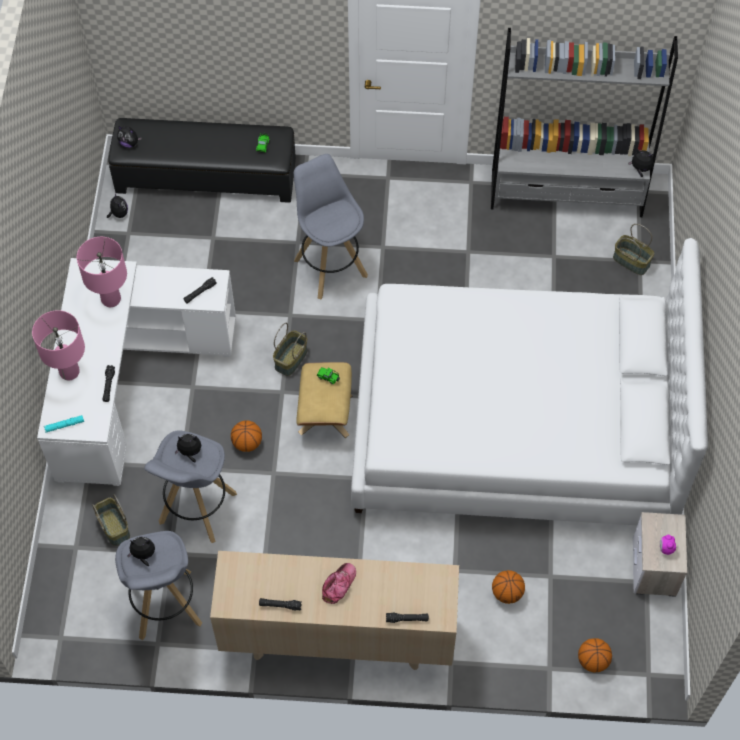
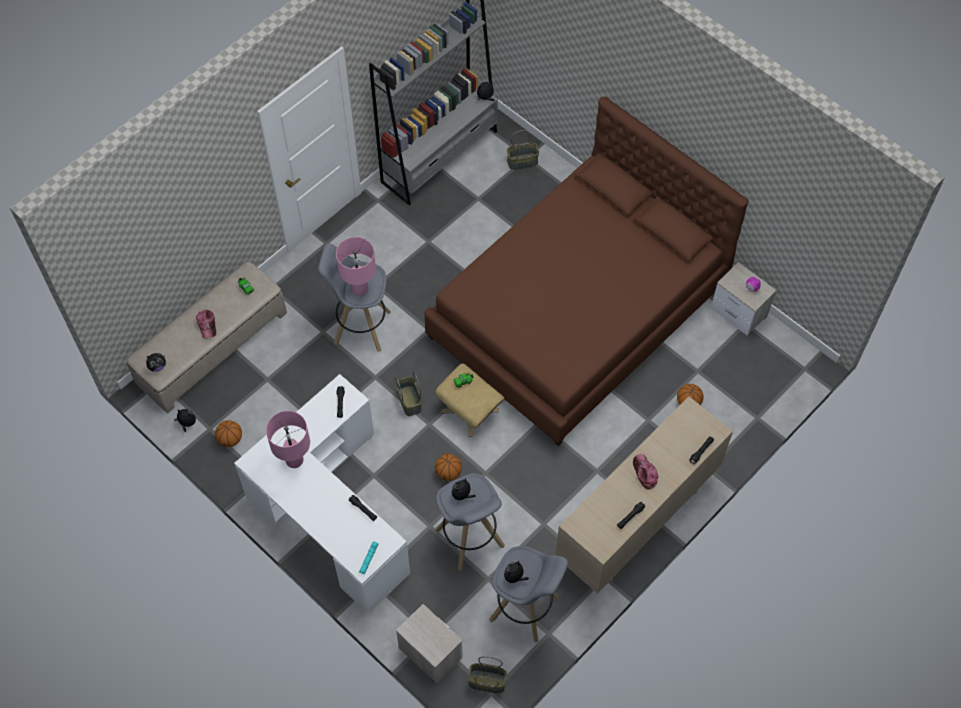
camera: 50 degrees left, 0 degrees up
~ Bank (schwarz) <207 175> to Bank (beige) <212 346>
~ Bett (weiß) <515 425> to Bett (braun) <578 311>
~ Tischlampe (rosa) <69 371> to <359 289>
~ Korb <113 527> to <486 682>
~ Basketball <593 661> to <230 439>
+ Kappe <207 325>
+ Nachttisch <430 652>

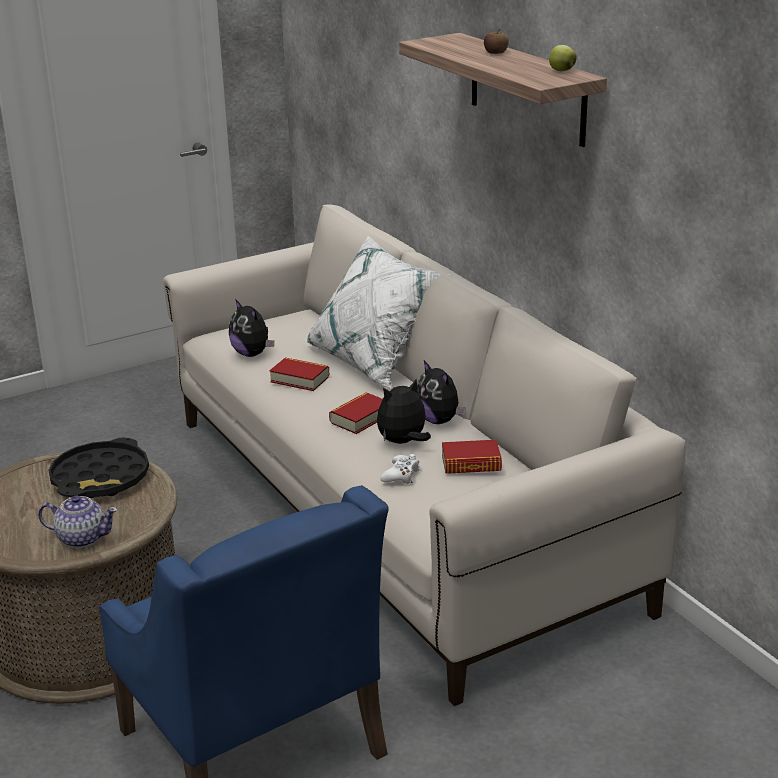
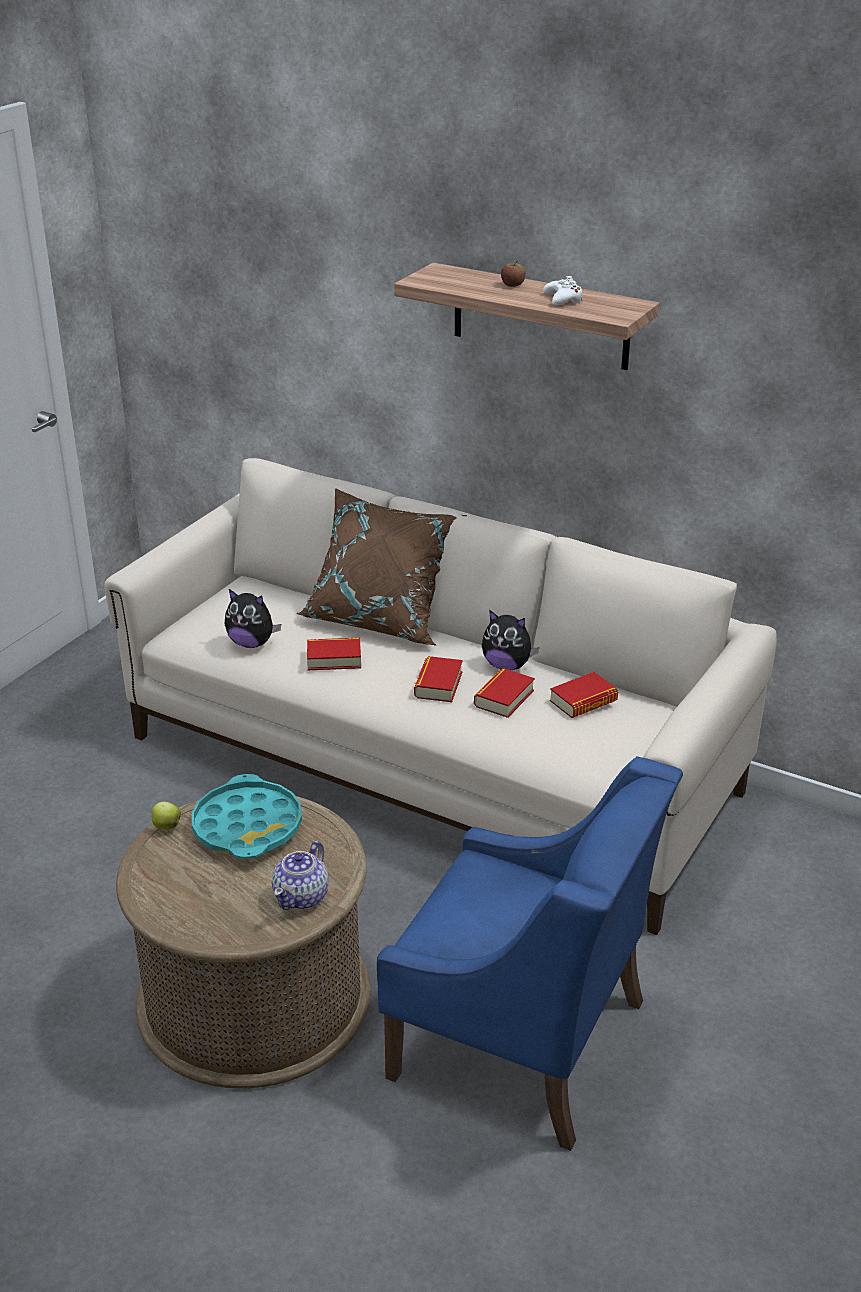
camera: 30 degrees left, 5 degrees up
~ Apfel <561 71> to <166 826>
~ Kissen (weiß) <375 360> to Kissen (braun) <381 618>
~ Plüschtier <403 442> to Buch <504 698>
~ Tablett (schwarz) <100 478> to Tablett (türkis) <248 827>
~ Gamepad (weiß) <401 475> to <563 299>
~ Teekanne <81 538> = <302 896> 135 degrees clockwise

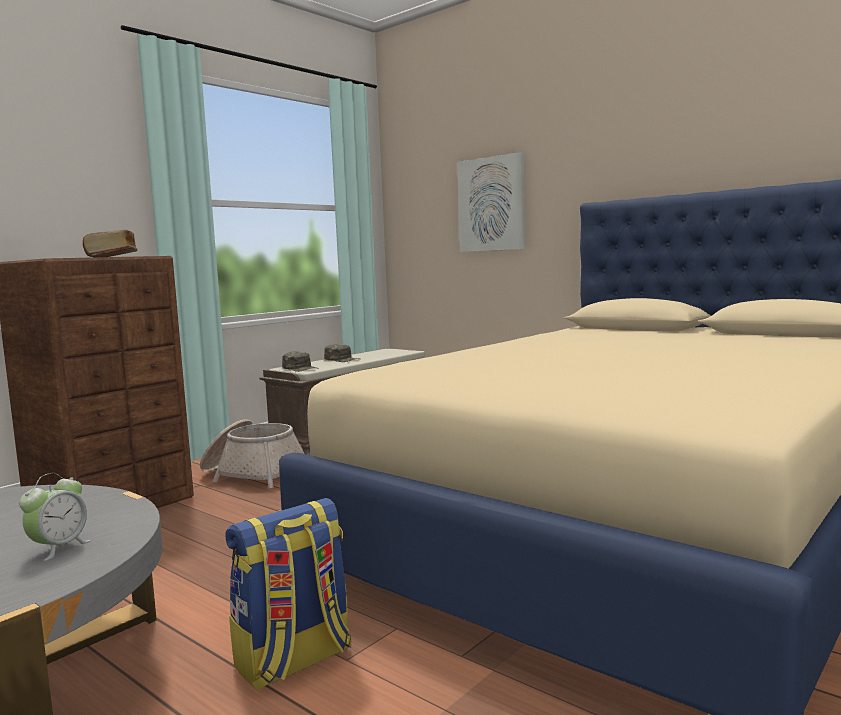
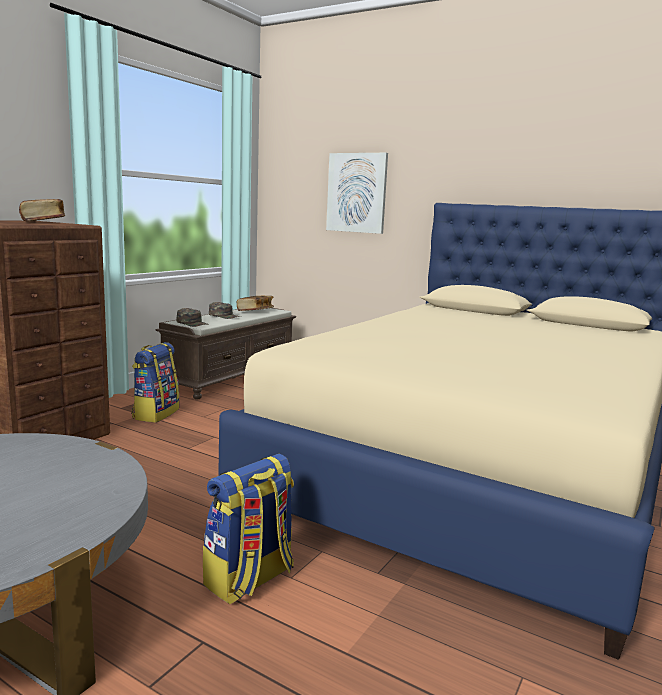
camera: 10 degrees left, 5 degrees up
~ Korb <253 474> to Rucksack <155 413>
- Wecker <59 548>
+ Buch <255 311>

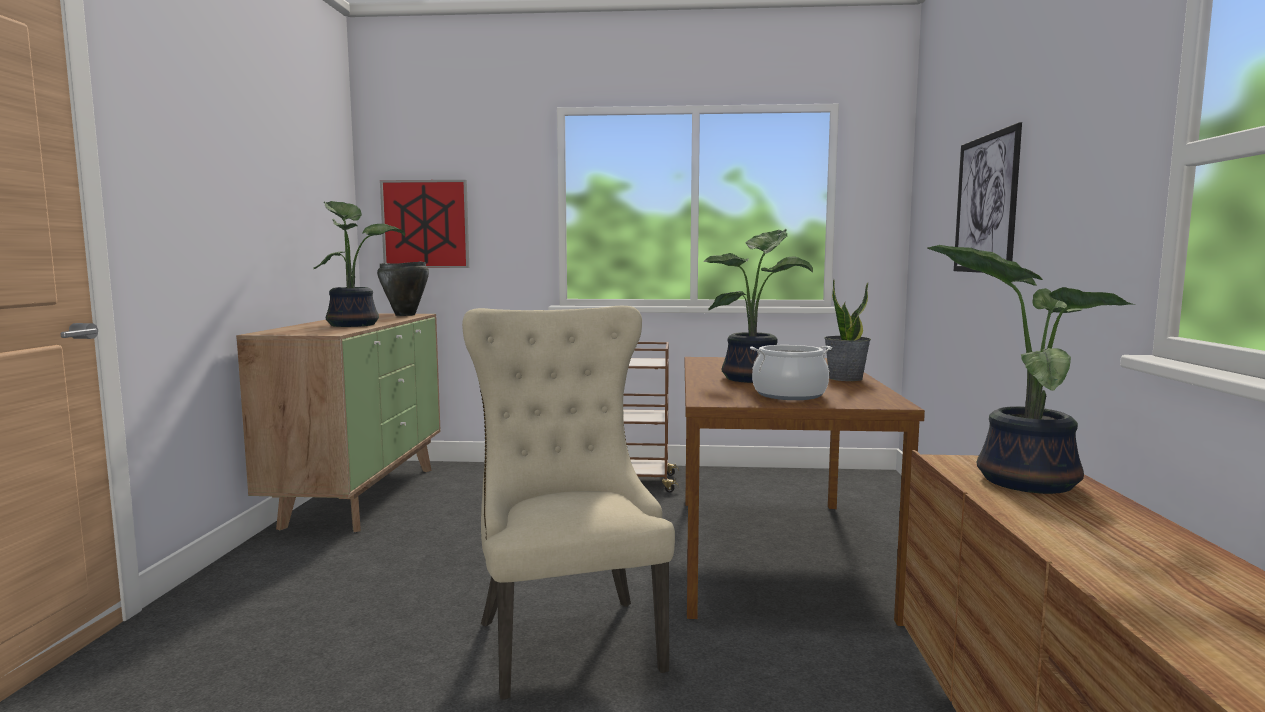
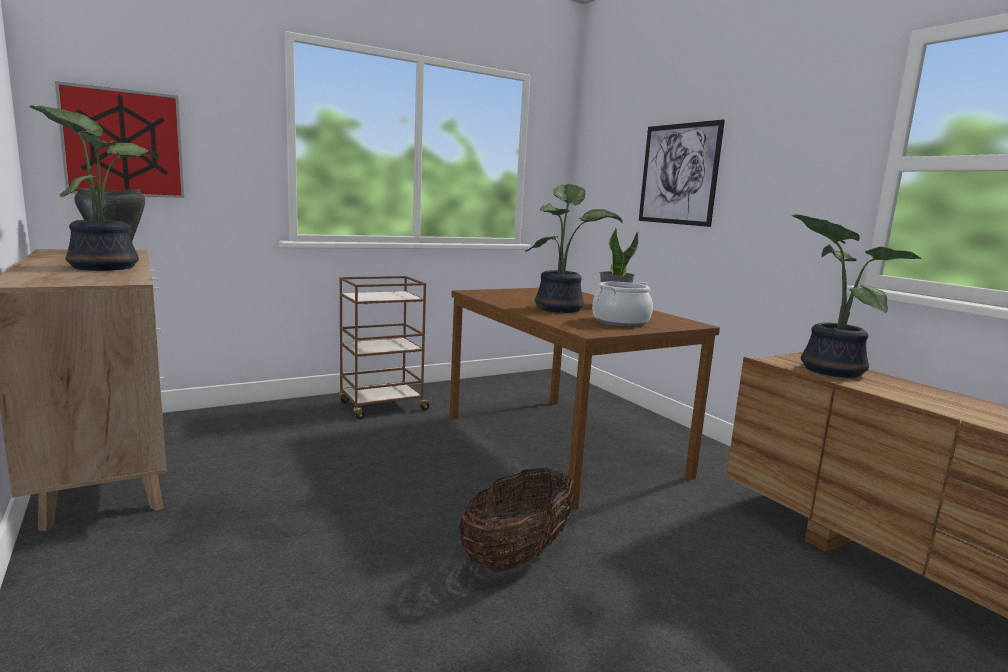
camera: 35 degrees left, 5 degrees up
~ Stuhl (beige) <569 643> to Korb <517 556>

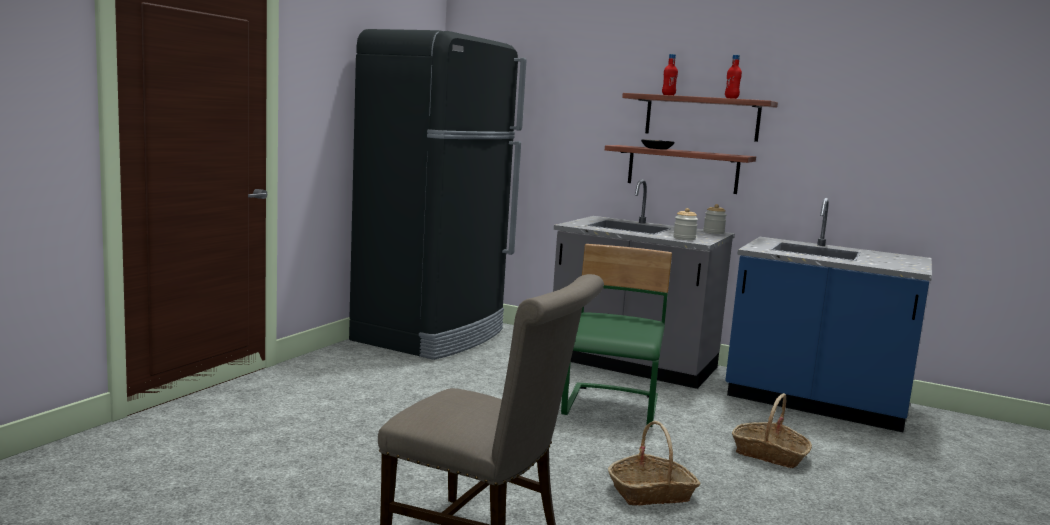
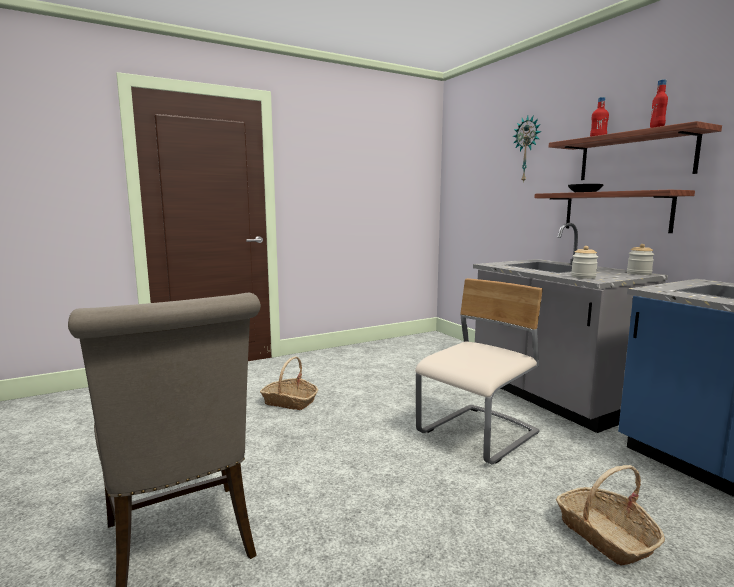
camera: 35 degrees right, 0 degrees up
- Kühlschrank (schwarz) <431 336>
~ Stuhl (grün) <612 408> to Stuhl (beige) <478 435>
~ Korb <652 493> to <290 402>
+ Wanduhr <527 149>

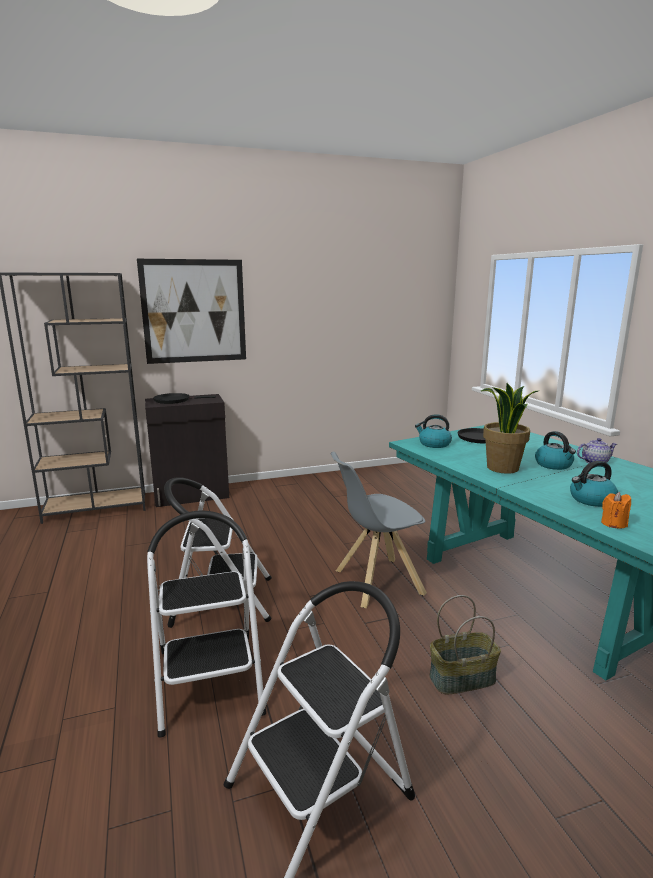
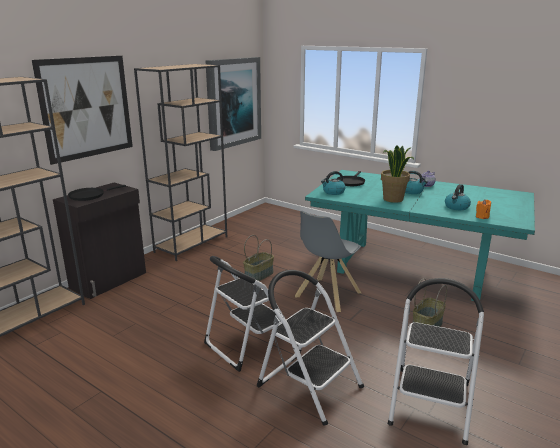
camera: 35 degrees left, 5 degrees up
+ Bild <233 102>
+ Bücherregal <191 244>
+ Korb <258 275>

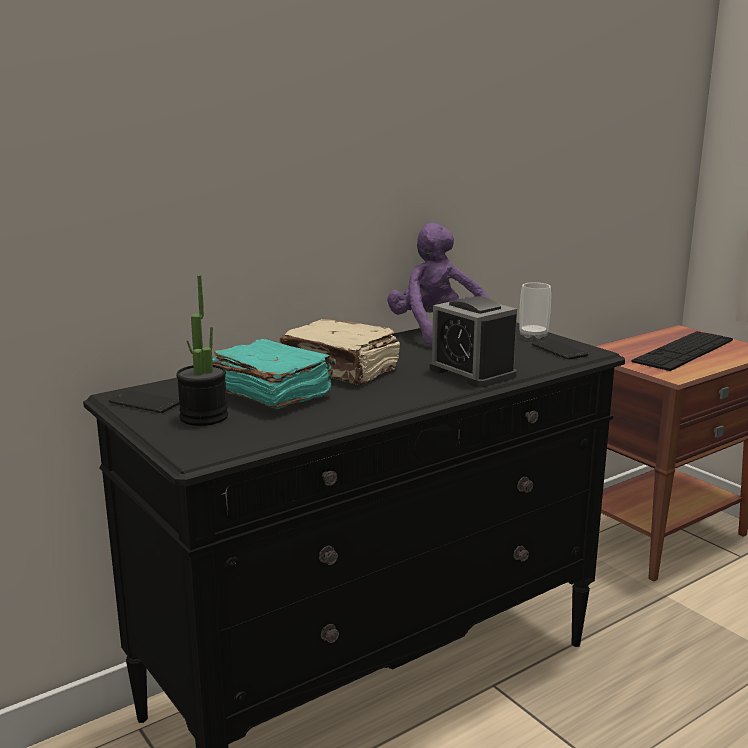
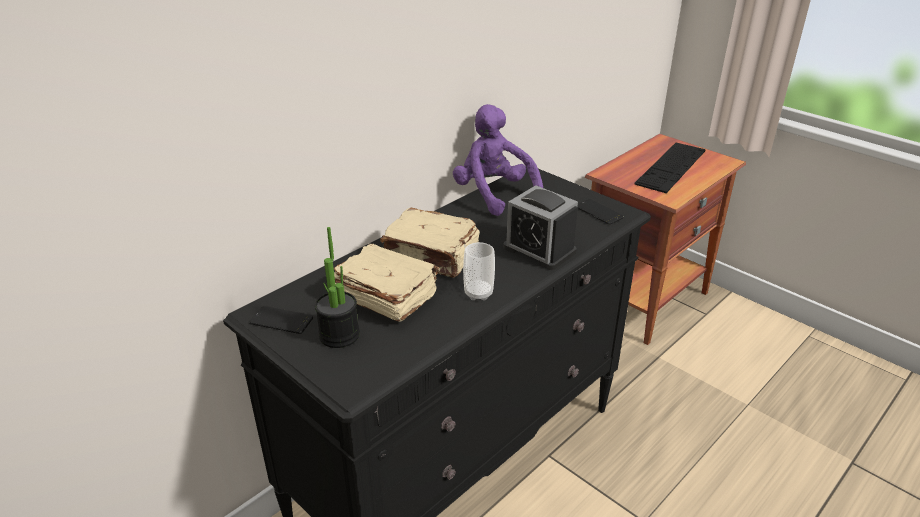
camera: 10 degrees left, 15 degrees up
~ Tasse <533 335> to <478 293>
~ Buch (türkis) <271 393> to Buch (beige) <384 296>

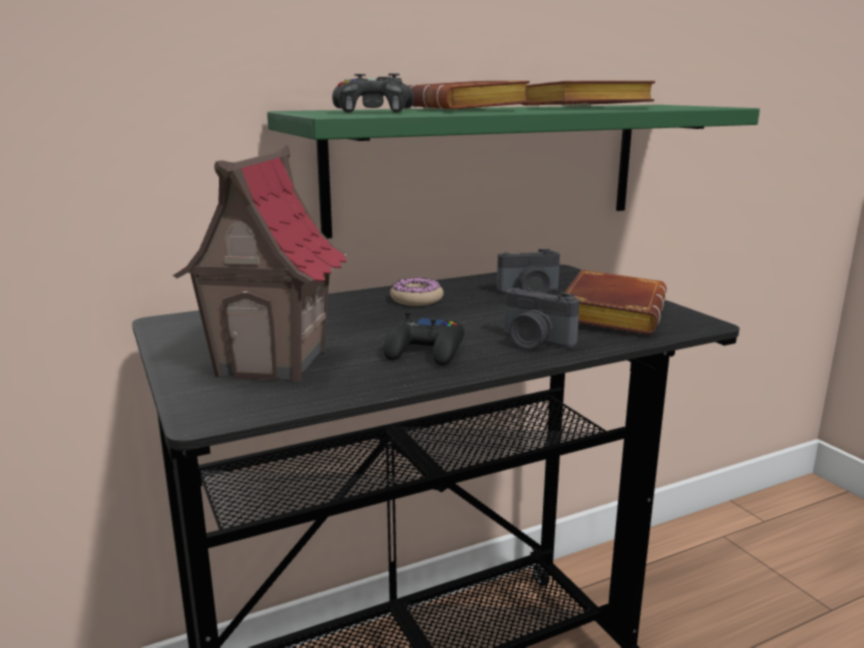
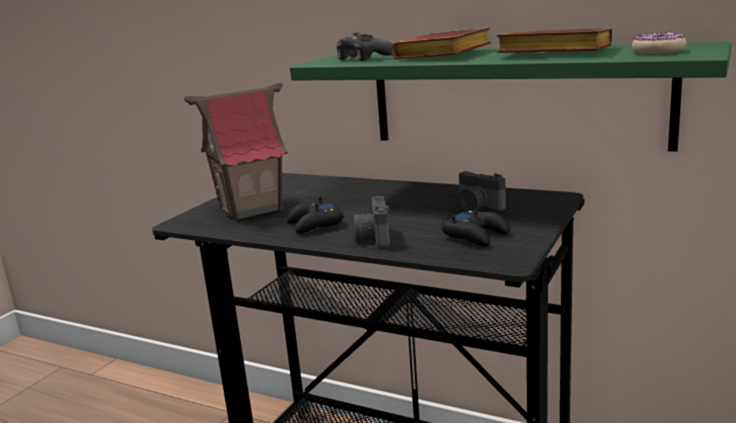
camera: 55 degrees right, 0 degrees up
~ Buch (braun) <609 312> to Gamepad (schwarz) <476 235>
~ Donut <416 299> to <658 51>

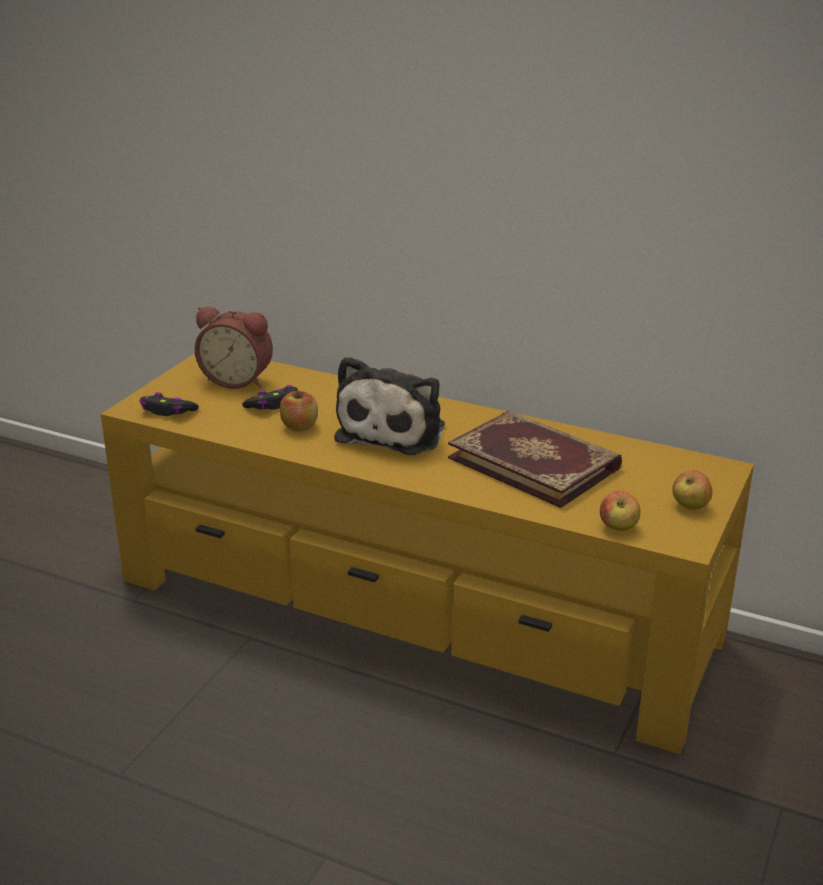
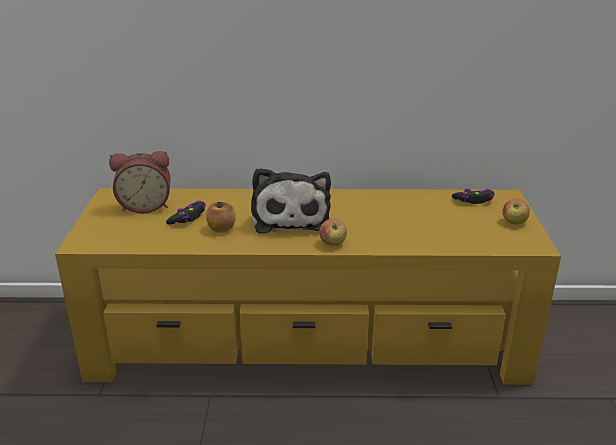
camera: 25 degrees left, 0 degrees up
~ Gamepad (schwarz) <168 411> to <474 200>
- Buch <535 462>
~ Apfel <618 527> to <333 244>

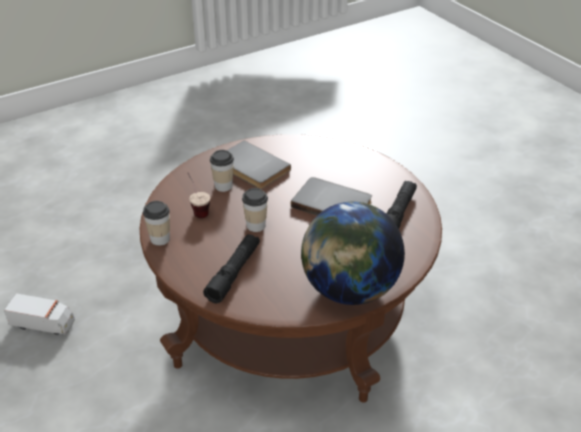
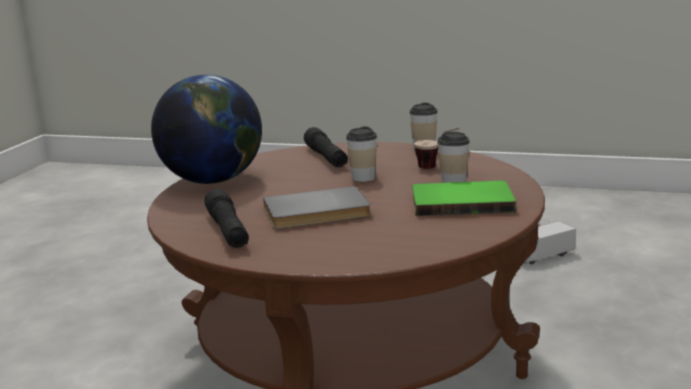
camera: 140 degrees right, 20 degrees down
~ Buch (grau) <250 168> to Buch (grün) <461 202>

